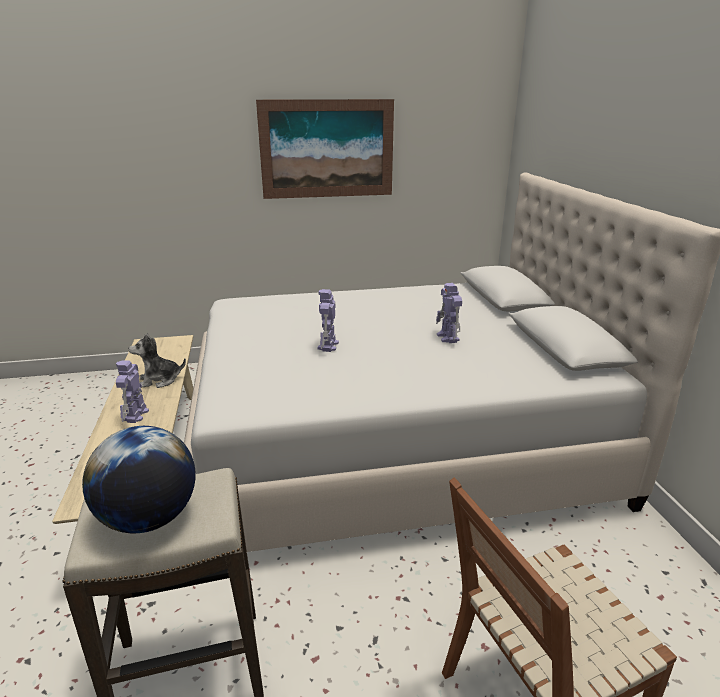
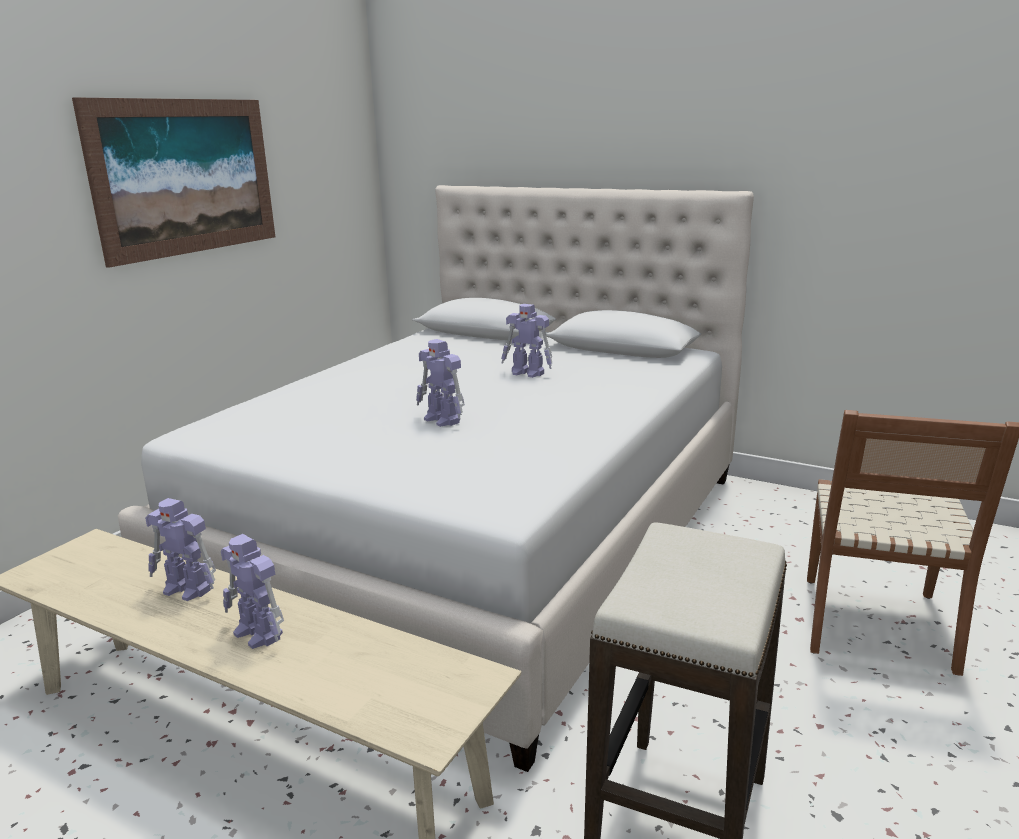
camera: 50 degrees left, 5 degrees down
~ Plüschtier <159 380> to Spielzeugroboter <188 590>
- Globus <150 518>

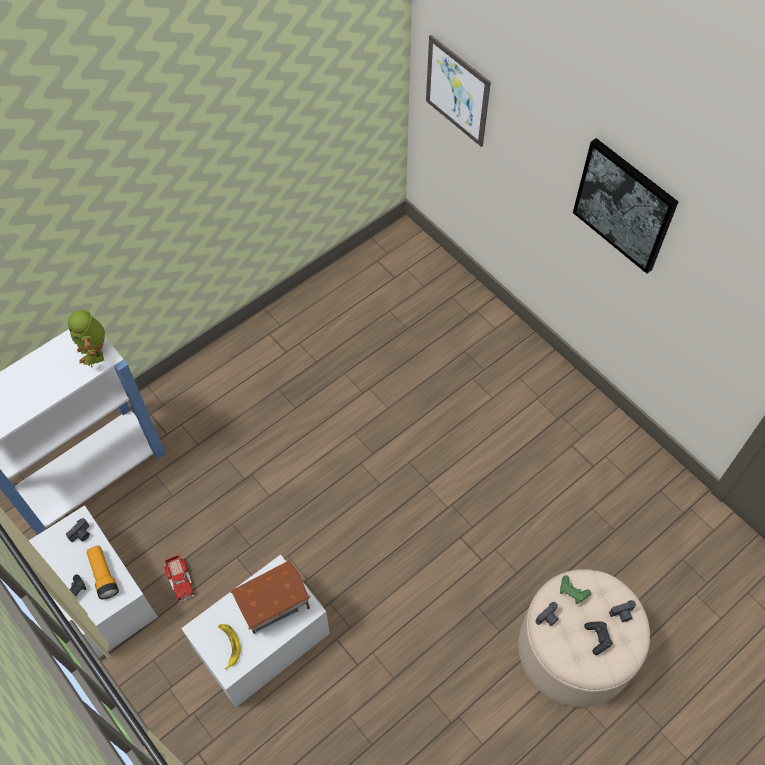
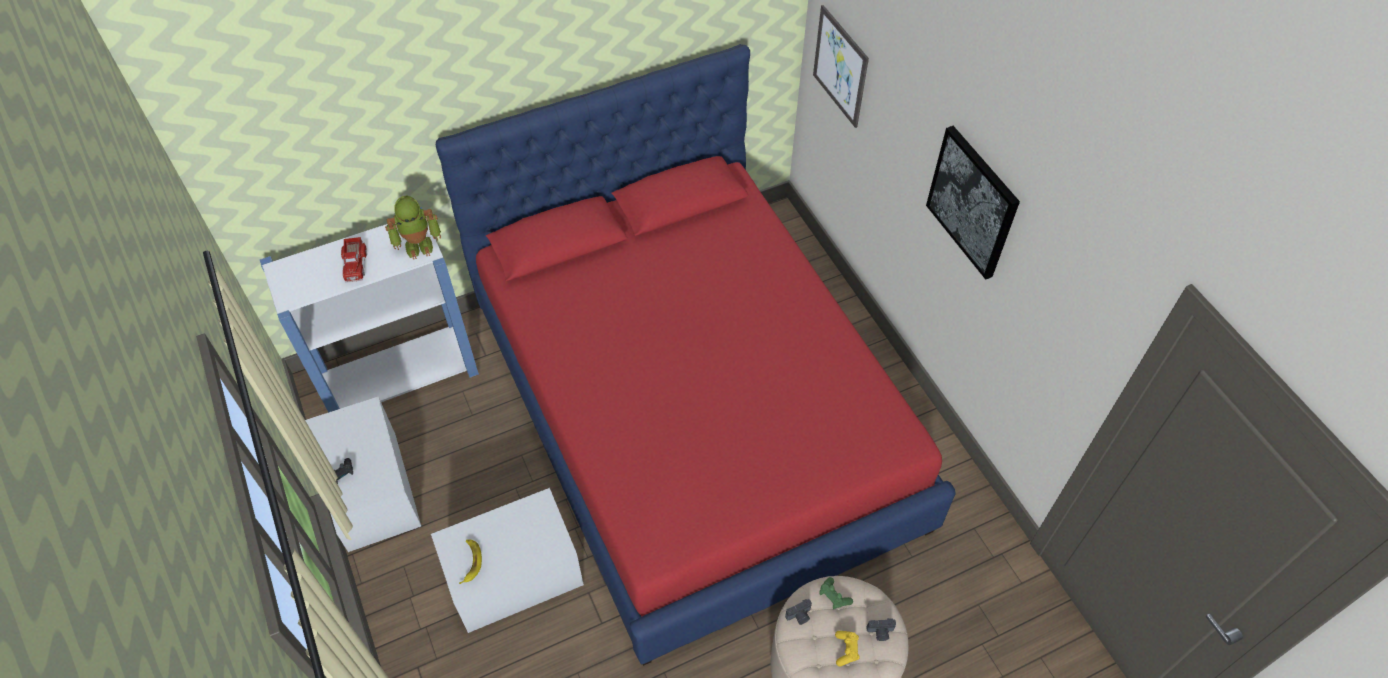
camera: 15 degrees right, 5 degrees down
~ Spielzeugroboter <95 352> = <419 245> 105 degrees counterclockwise
- Kamera <81 535>
- Taschenlampe <103 575>
~ Spielzeuglaster <180 580> to <355 264>
- Spielzeughaus <274 607>
~ Gamepad (schwarz) <597 638> to Gamepad (gelb) <846 650>
+ Bett (rot) <693 414>

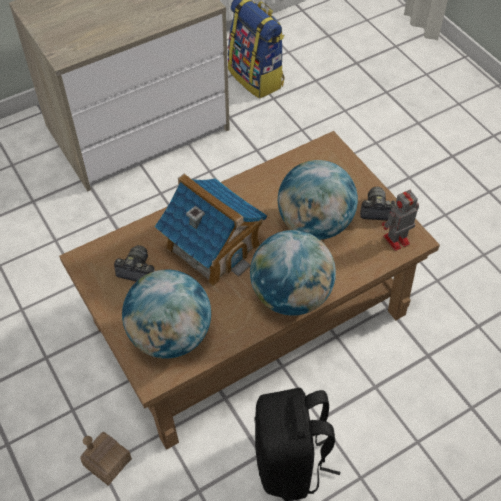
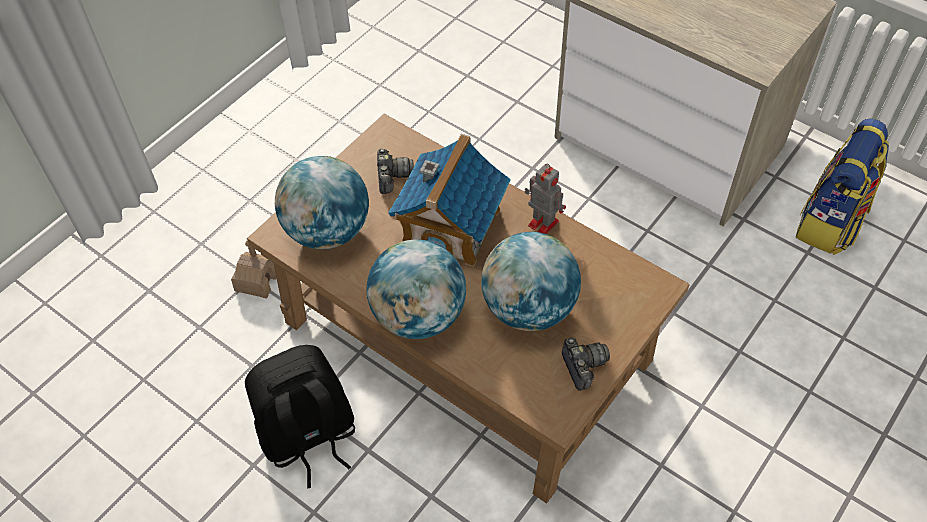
camera: 70 degrees right, 0 degrees up
~ Spielzeugroboter <395 240> to <542 222>

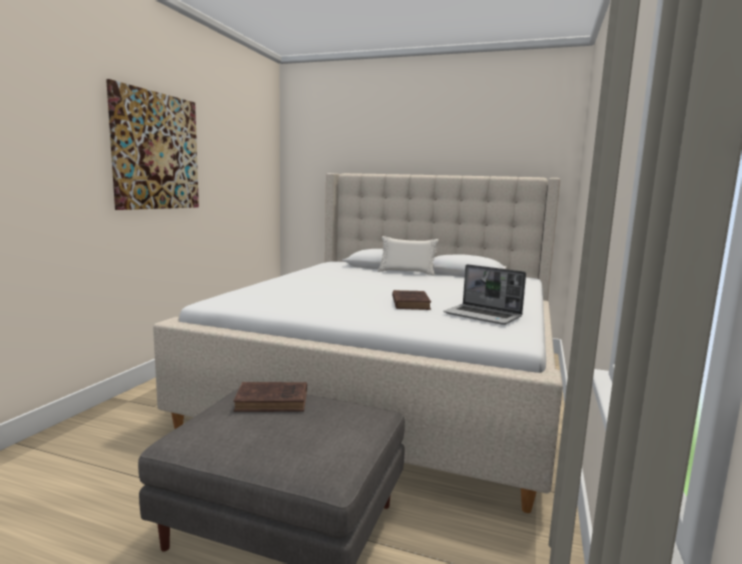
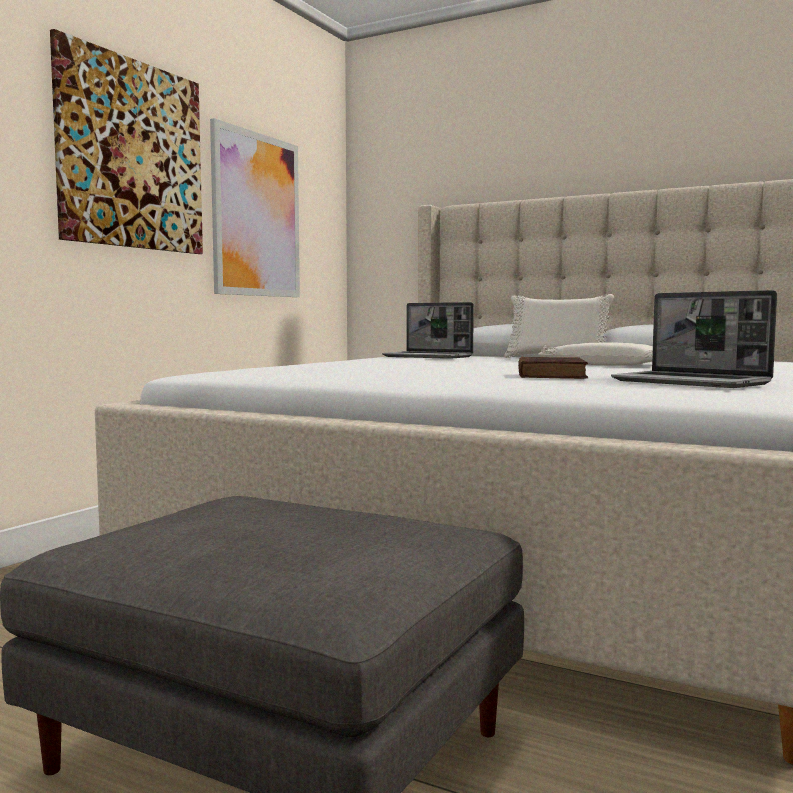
camera: 10 degrees right, 5 degrees down
- Buch (braun) <274 401>
+ Bild <256 215>
+ Laptop <429 357>
+ Kissen (weiß) <606 364>

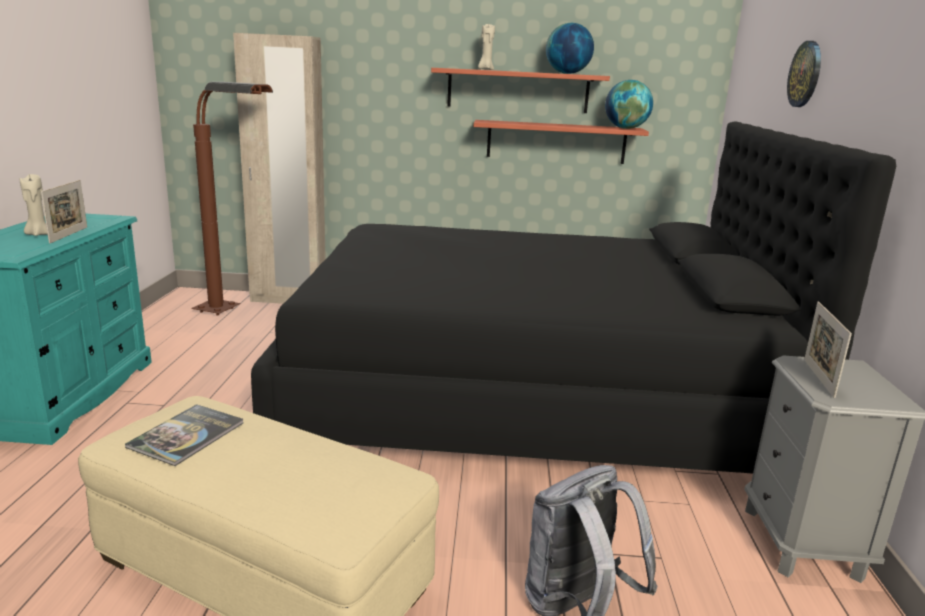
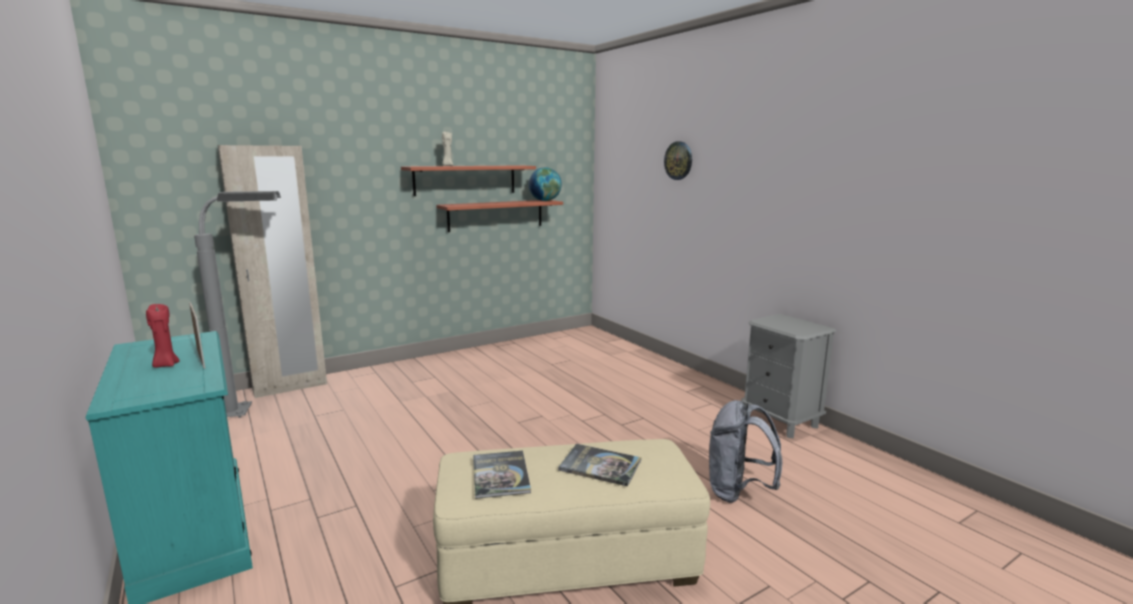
camera: 35 degrees left, 5 degrees down
- Globus <567 73>
~ Stehlampe (braun) <237 313> to Stehlampe (grau) <257 410>
- Bett (schwarz) <527 395>
~ Kerze (beige) <38 234> to Kerze (rot) <166 365>
- Bilderrahmen <818 378>
+ Buch <600 465>

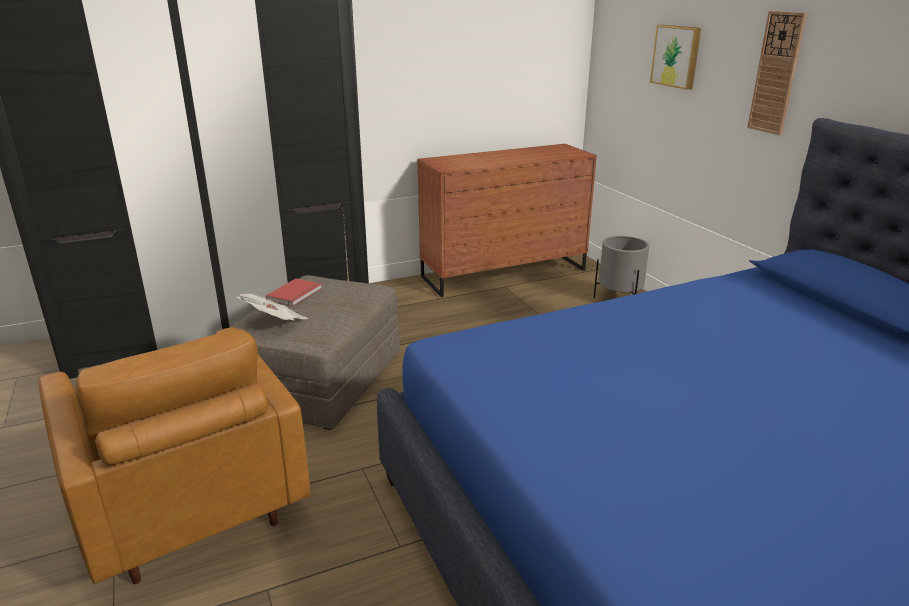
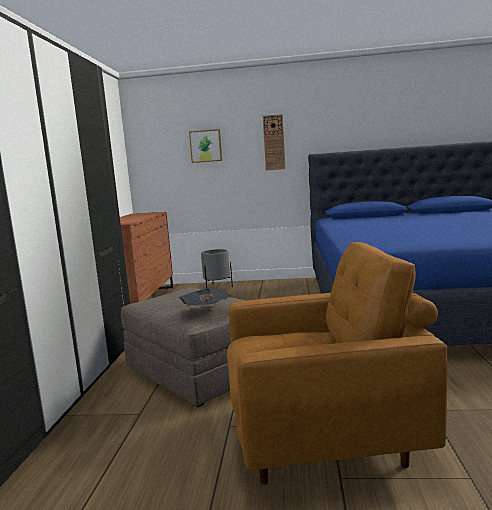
camera: 60 degrees left, 15 degrees down
- Buch (rot) <296 294>

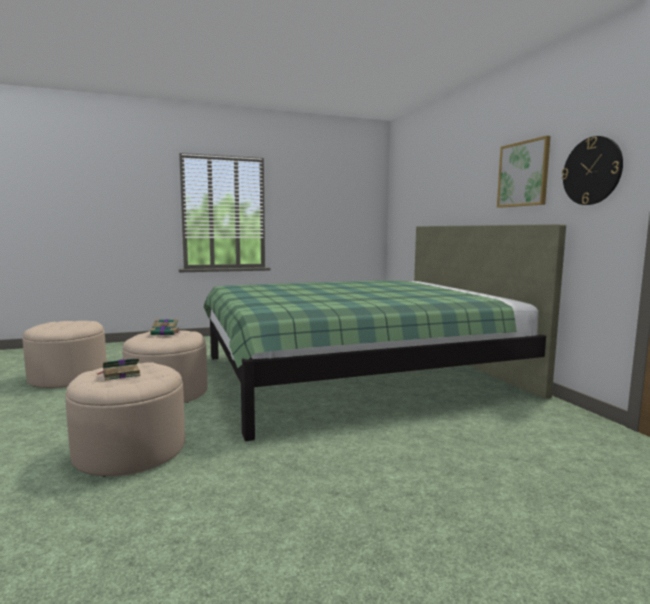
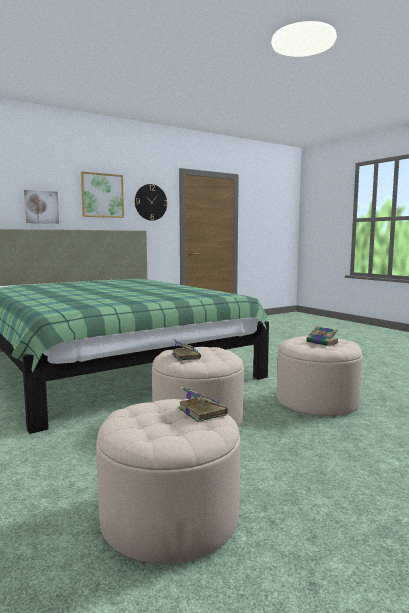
camera: 105 degrees left, 0 degrees up
+ Bild <41 207>
+ Buch <201 411>

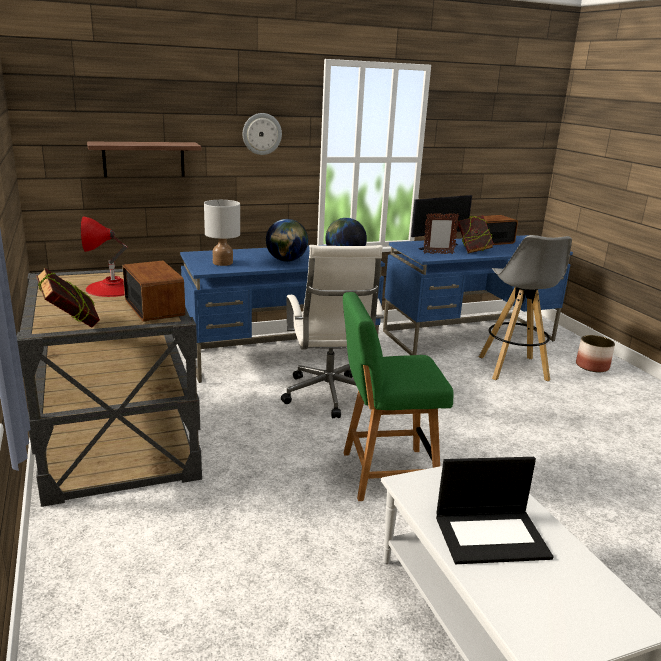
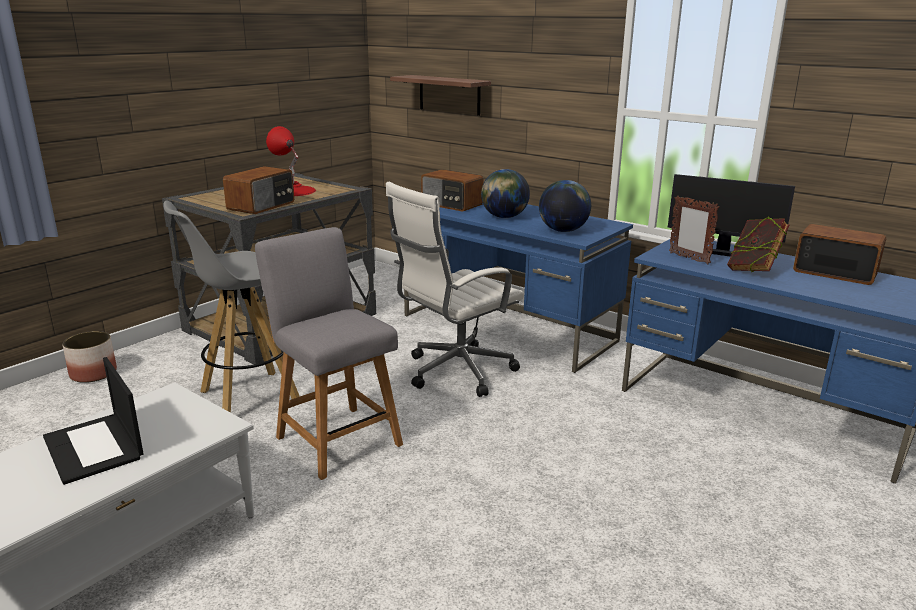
camera: 60 degrees right, 0 degrees up
- Wanduhr <261 134>
~ Tischlampe (grau) <223 263> to Radio <451 204>
~ Hocker (grau) <512 369> to <247 397>
- Buch <71 325>
~ Stuhl (grün) <384 474> to Stuhl (grau) <335 438>
~ Pflanzkübel <592 366> to <93 374>

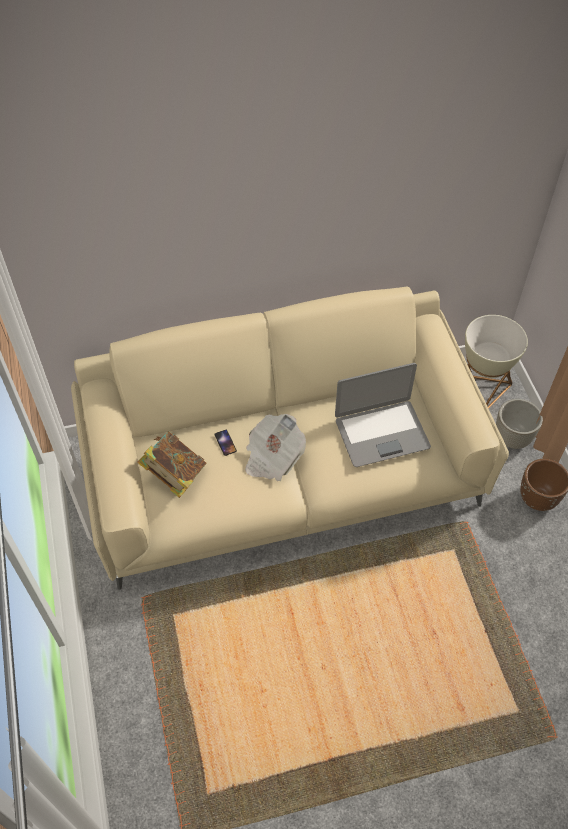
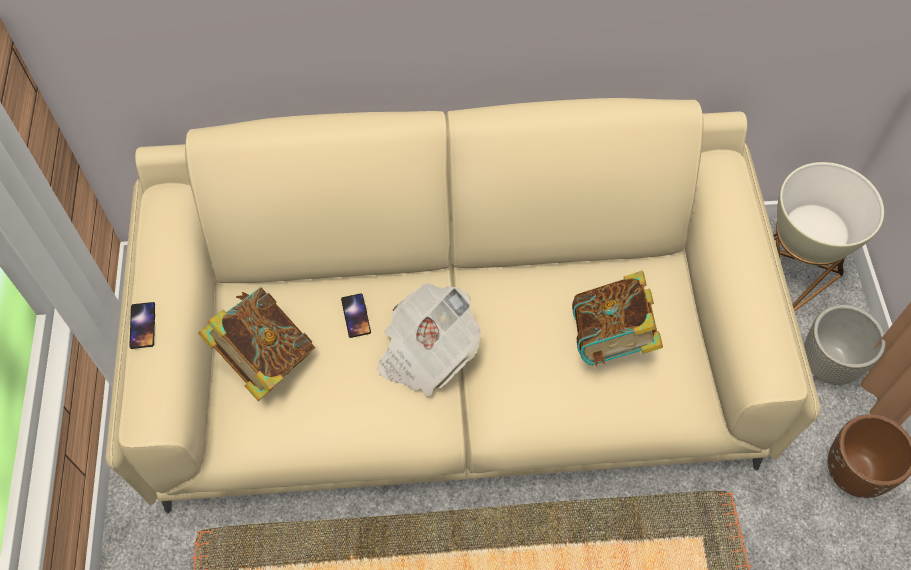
camera: 10 degrees right, 5 degrees up
~ Laptop <381 433> to Buch <611 338>
+ Handy <142 325>

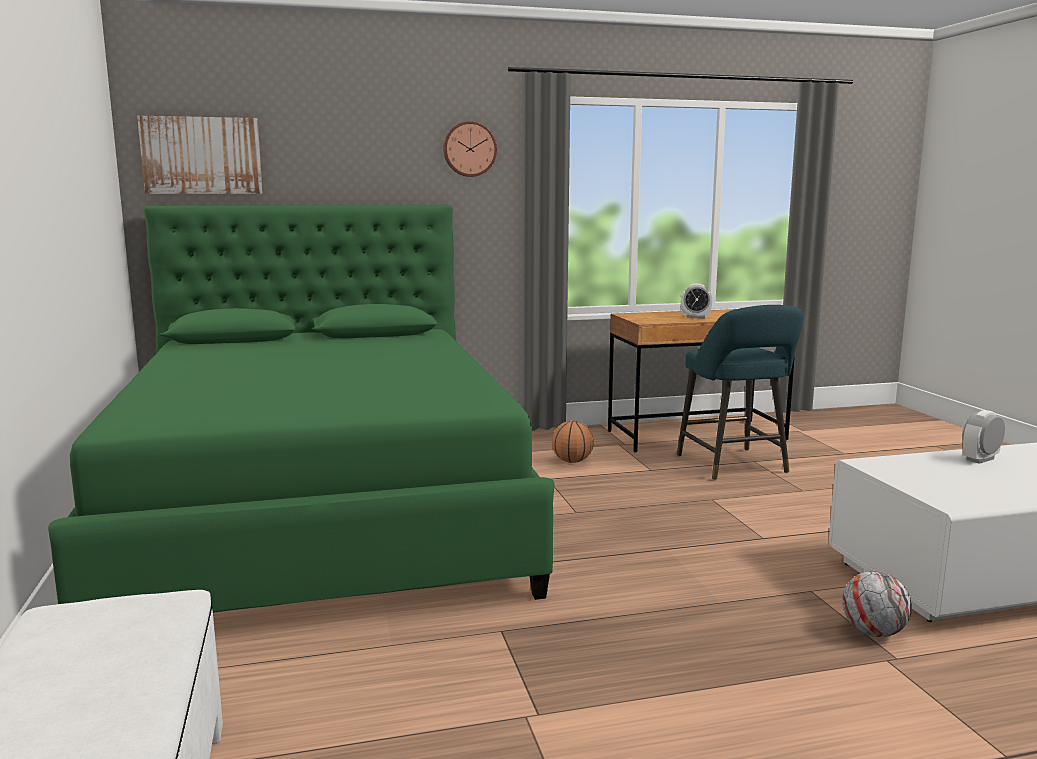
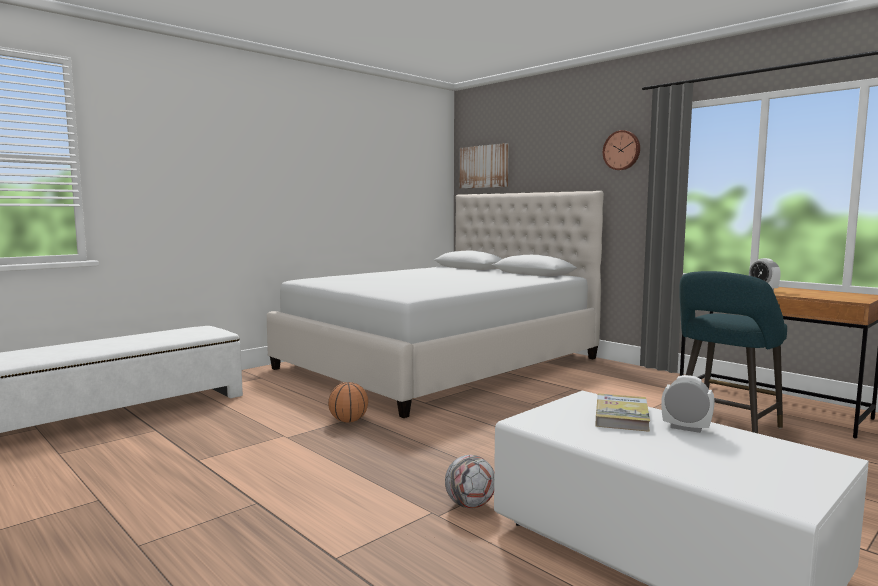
camera: 60 degrees right, 5 degrees down
~ Bett (grün) <321 512> to Bett (weiß) <439 363>
~ Basketball <572 461> to <348 421>
+ Buch <621 416>

